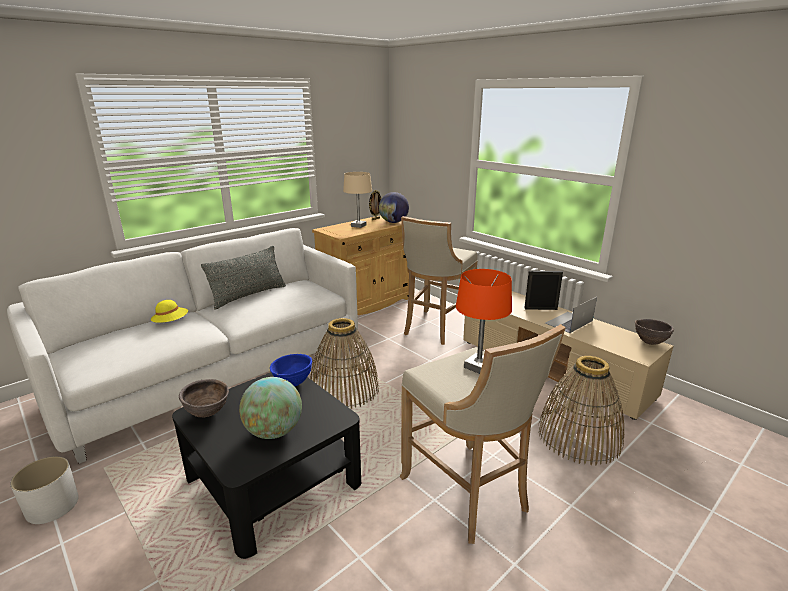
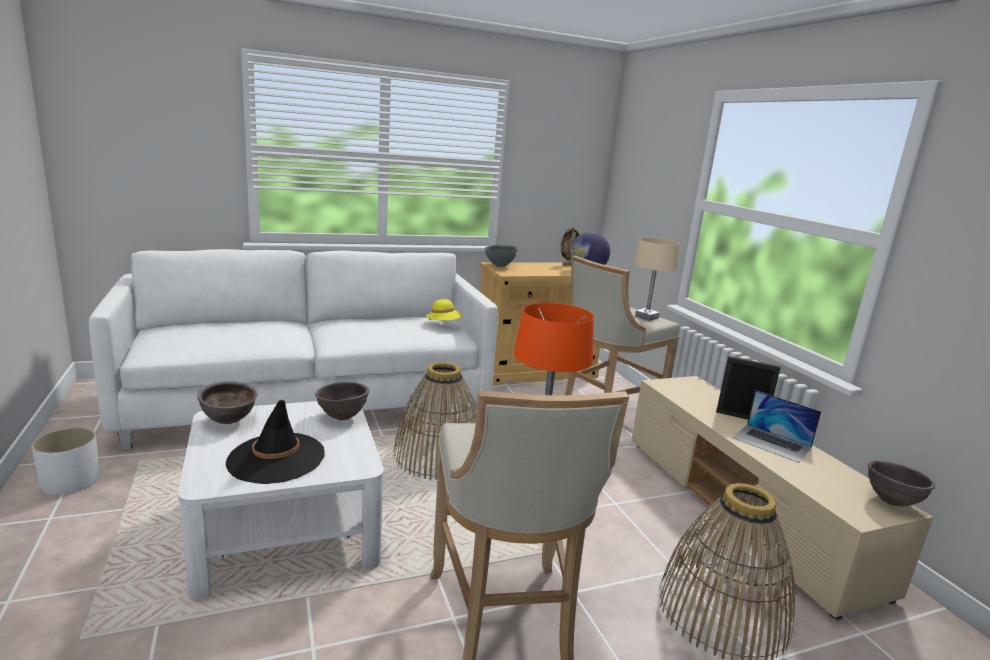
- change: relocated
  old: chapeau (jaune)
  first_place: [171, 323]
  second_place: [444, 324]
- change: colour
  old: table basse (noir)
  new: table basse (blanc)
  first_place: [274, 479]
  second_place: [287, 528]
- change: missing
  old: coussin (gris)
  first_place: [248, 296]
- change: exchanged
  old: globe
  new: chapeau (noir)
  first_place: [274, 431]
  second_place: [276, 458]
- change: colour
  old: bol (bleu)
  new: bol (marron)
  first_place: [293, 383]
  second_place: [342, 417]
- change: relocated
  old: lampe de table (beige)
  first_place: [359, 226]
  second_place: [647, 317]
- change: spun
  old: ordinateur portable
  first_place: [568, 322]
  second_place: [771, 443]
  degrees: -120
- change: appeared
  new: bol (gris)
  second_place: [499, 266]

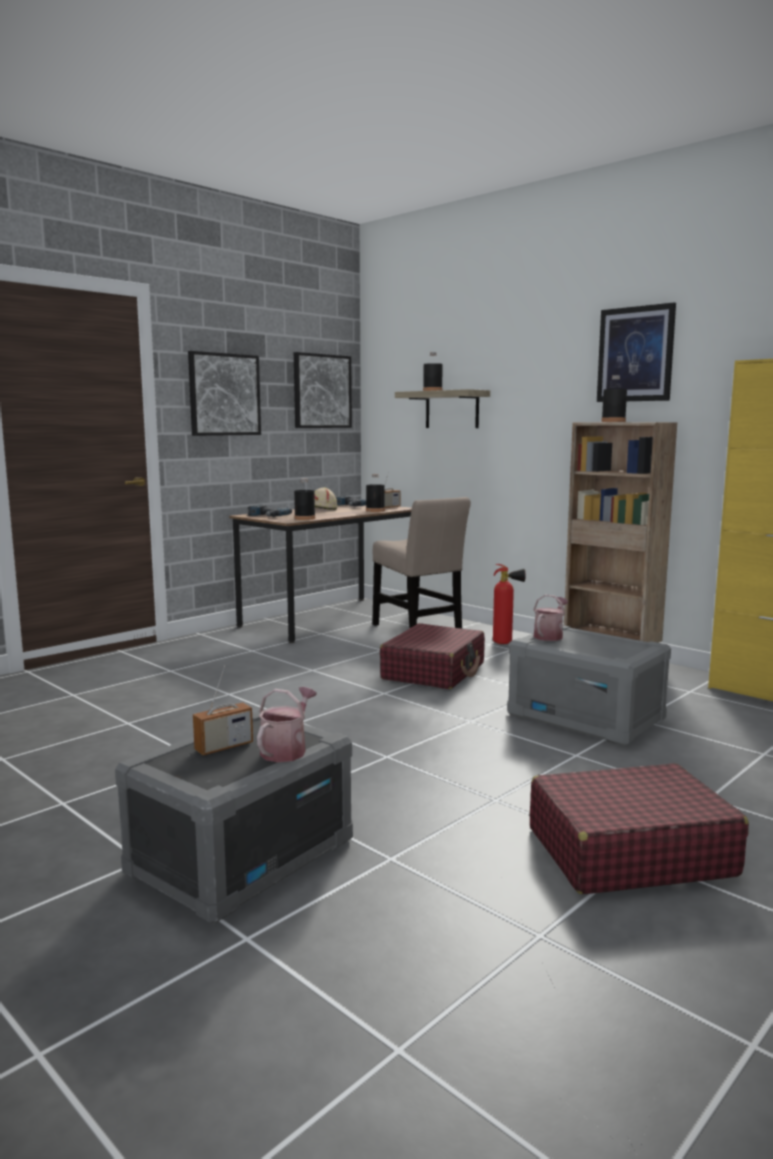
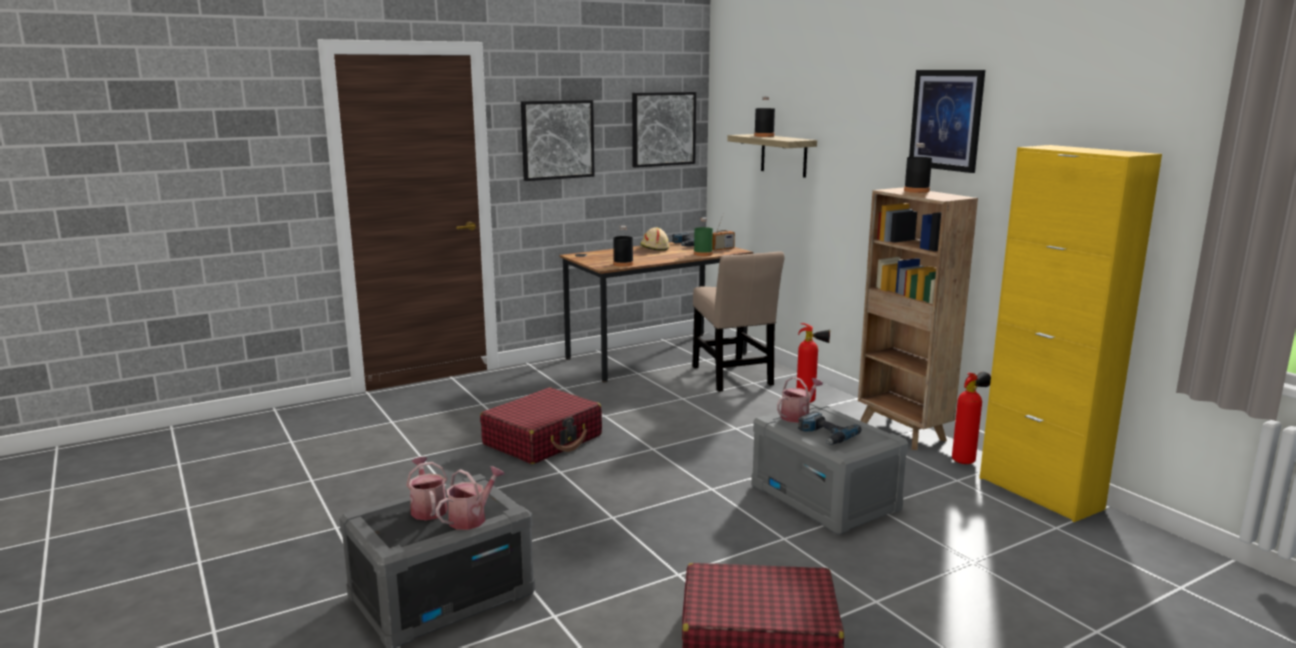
- change: exchanged
  old: radio
  new: arrosoir
  first_place: [224, 747]
  second_place: [428, 508]
- change: relocated
  old: perceuse
  first_place: [266, 516]
  second_place: [824, 435]
- change: colour
  old: bouteille (noir)
  new: bouteille (vert)
  first_place: [375, 510]
  second_place: [703, 254]
- change: relocated
  old: valise (rouge)
  first_place: [434, 671]
  second_place: [543, 440]
- change: appeared
  new: extincteur
  second_place: [966, 460]

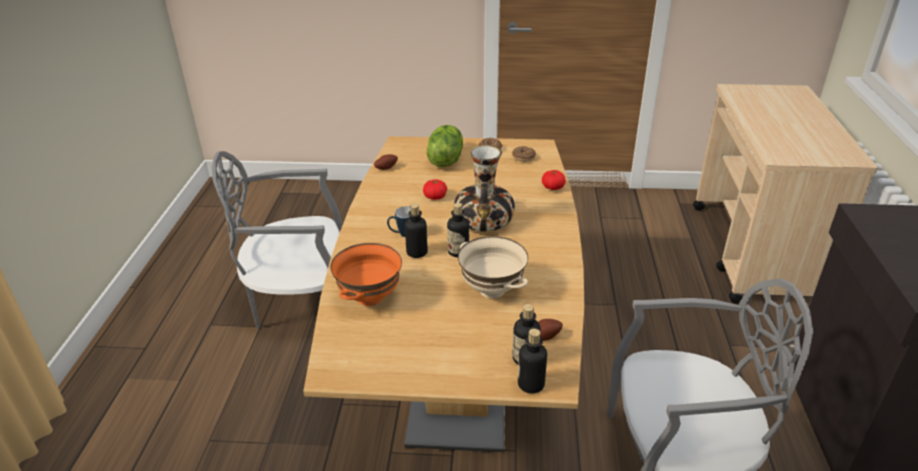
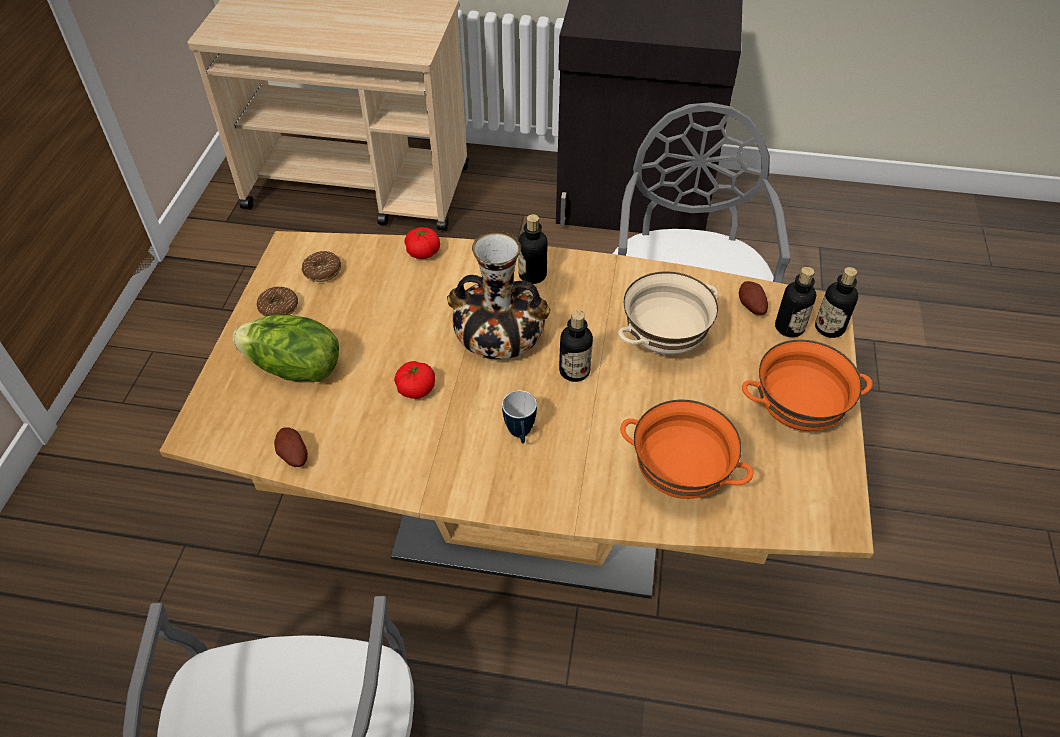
- change: relocated
  old: bouteille
  first_place: [417, 252]
  second_place: [532, 275]
- change: appeared
  new: bol (orange)
  second_place: [795, 416]

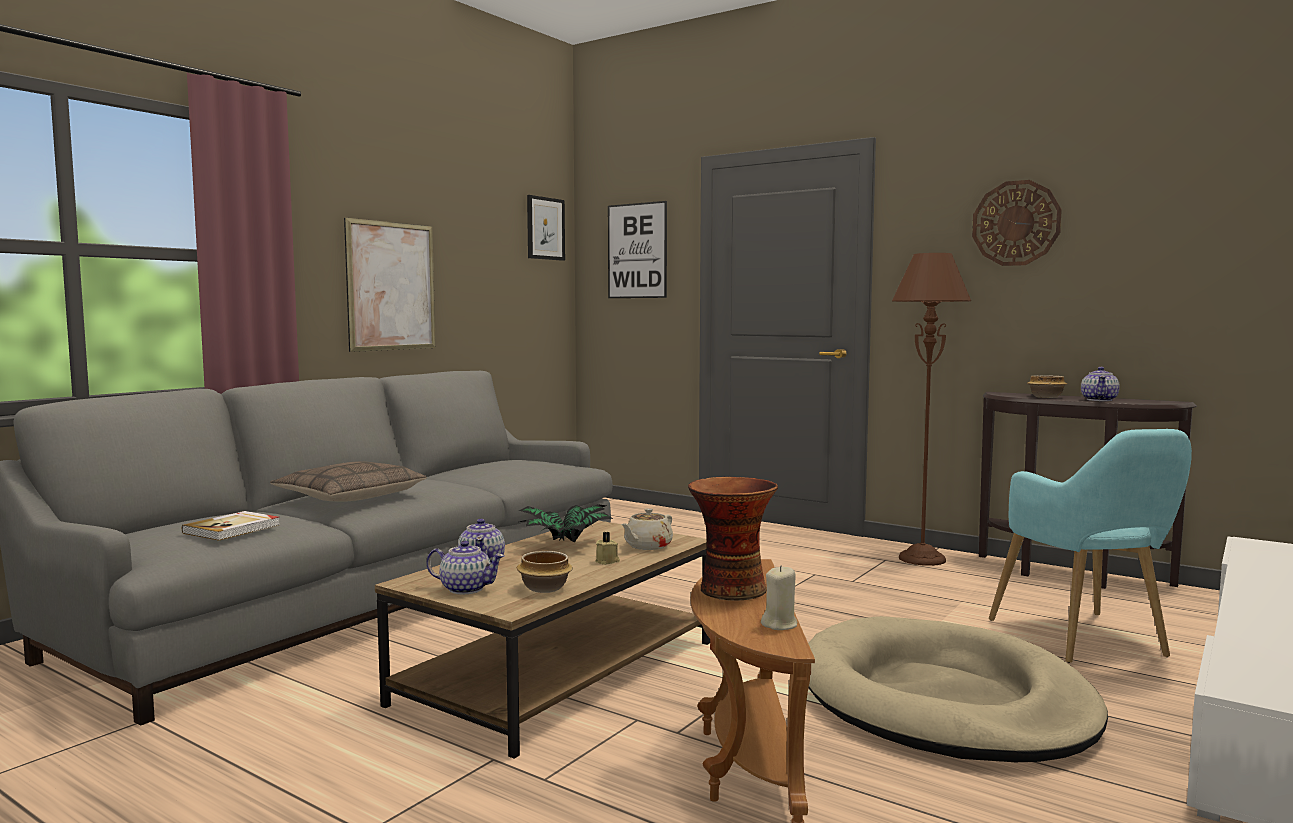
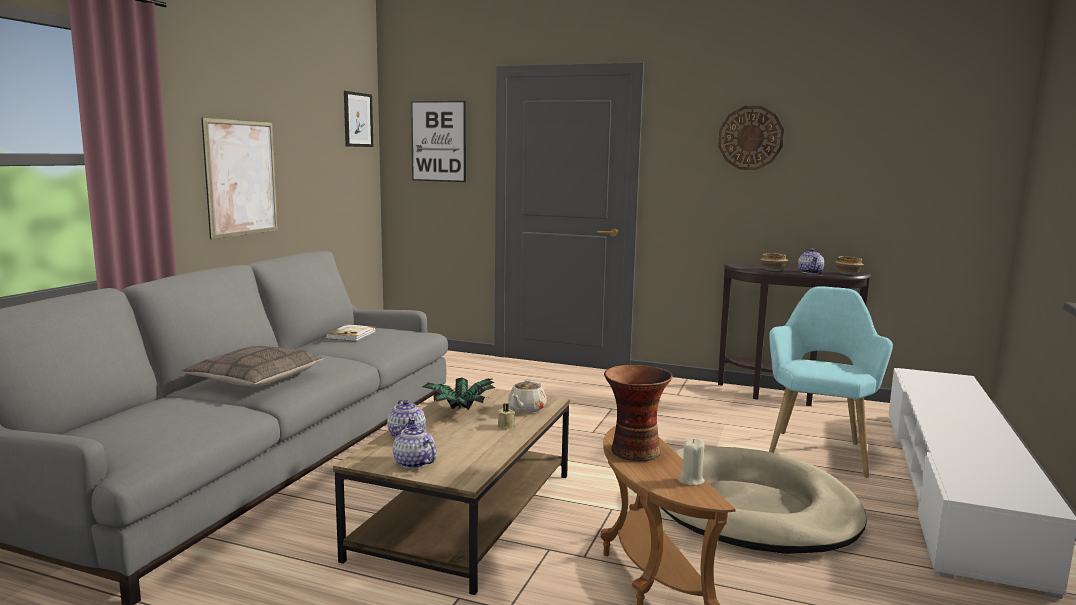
- change: relocated
  old: livre
  first_place: [233, 529]
  second_place: [352, 335]
- change: spun
  old: théière
  first_place: [465, 589]
  second_place: [414, 463]
  degrees: -135
- change: relocated
  old: bol
  first_place: [544, 588]
  second_place: [847, 273]
- change: missing
  old: lampadaire (marron)
  first_place: [922, 559]
- change: spun
  old: fauteuil (turquoise)
  first_place: [1085, 641]
  second_place: [818, 450]
  degrees: -135

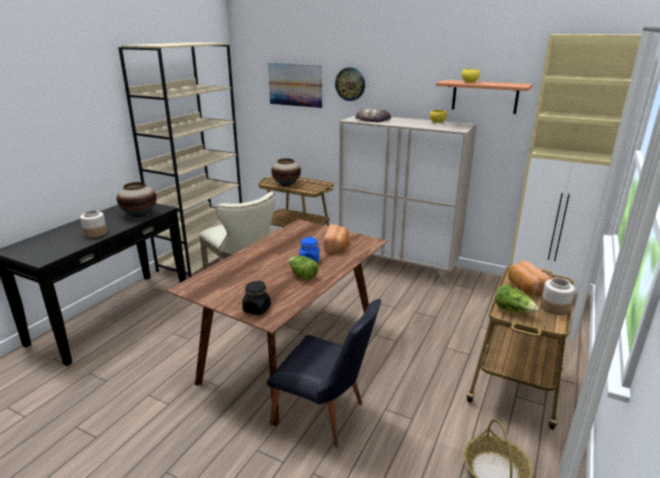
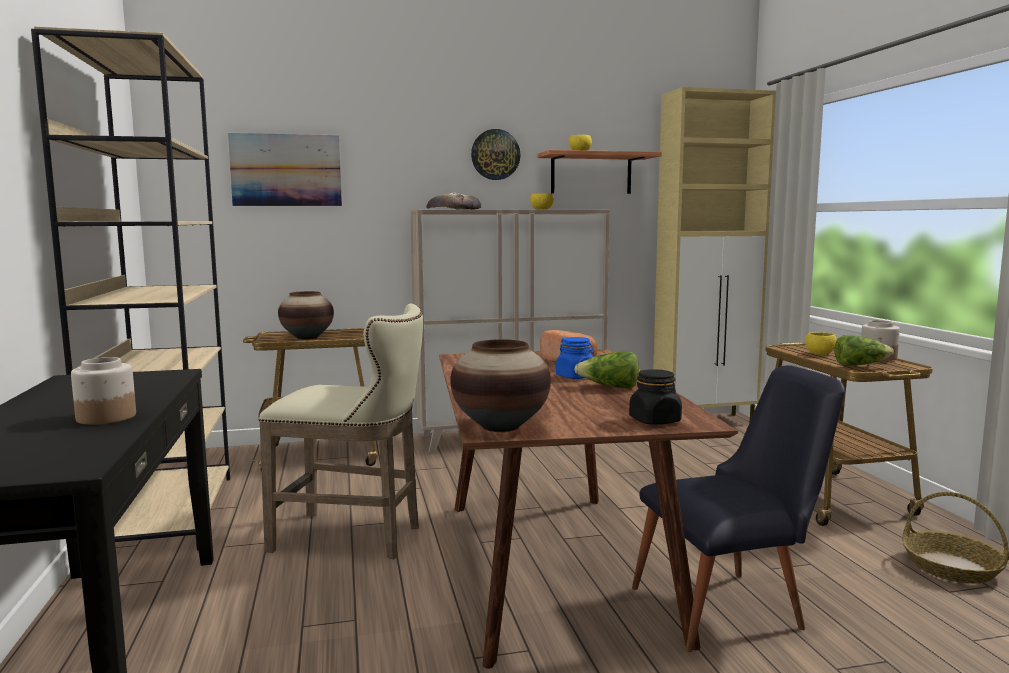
- change: relocated
  old: vase
  first_place: [139, 215]
  second_place: [501, 427]
- change: relocated
  old: horloge murale
  first_place: [350, 84]
  second_place: [495, 154]
- change: exchanged
  old: pain
  new: bol (jaune)
  first_place: [525, 288]
  second_place: [820, 354]

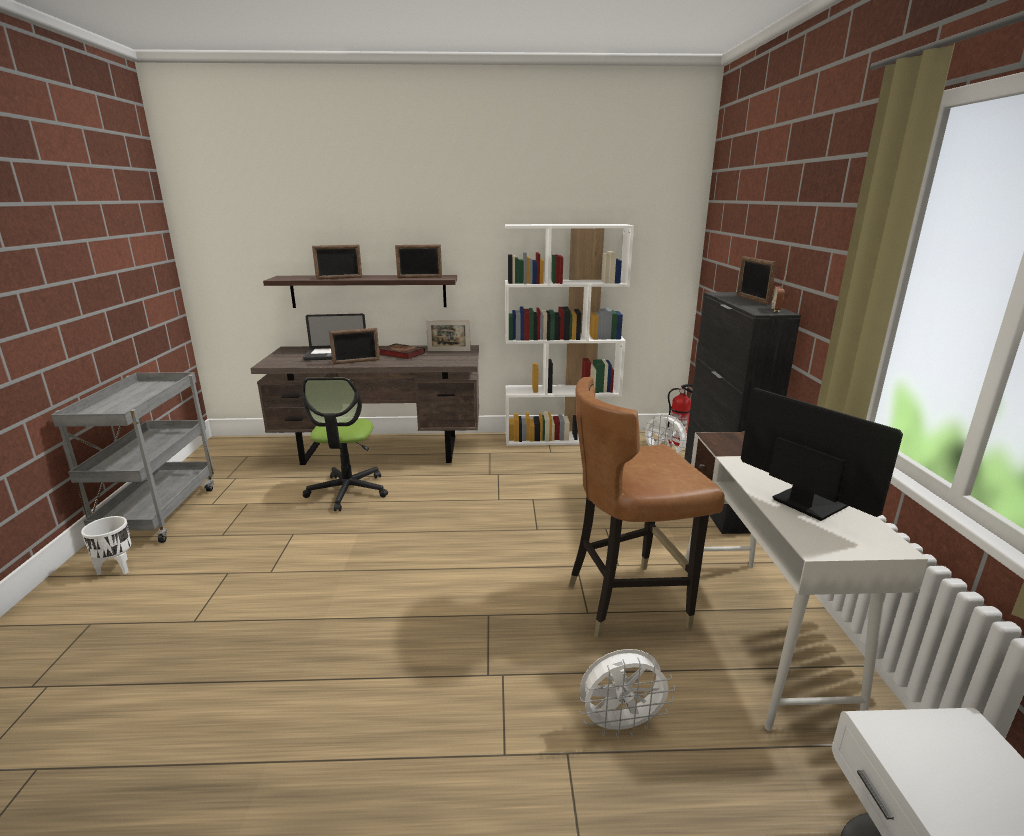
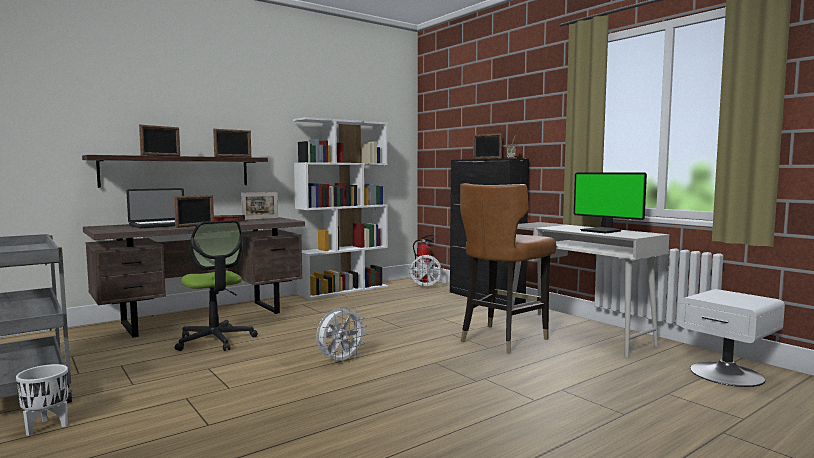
- change: relocated
  old: ventilateur (blanc)
  first_place: [620, 725]
  second_place: [340, 361]
- change: spun
  old: écran d'ordinateur
  first_place: [807, 503]
  second_place: [602, 231]
  degrees: -150

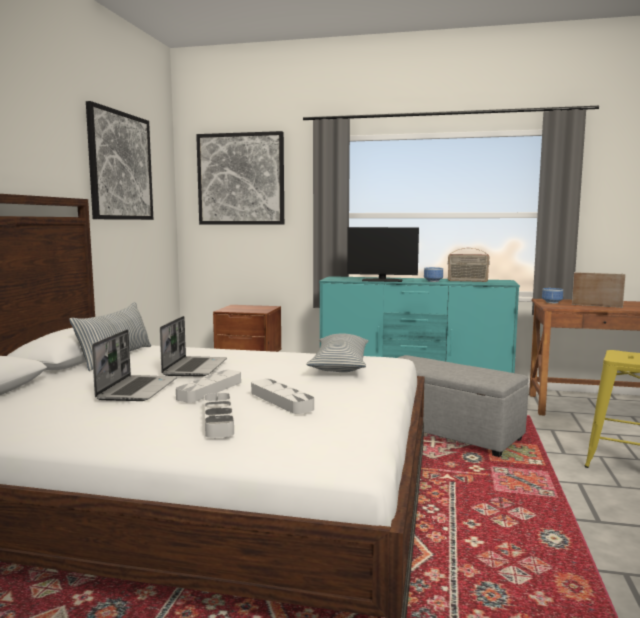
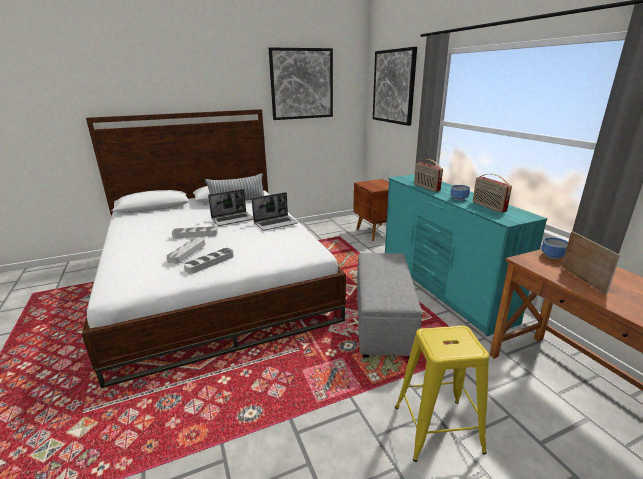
- change: relocated
  old: ordinateur portable
  first_place: [137, 389]
  second_place: [276, 223]
- change: relocated
  old: plateau (gris)
  first_place: [218, 419]
  second_place: [210, 263]
- change: missing
  old: coussin
  first_place: [340, 364]
- change: exchanged
  old: écran d'ordinateur
  new: radio
  first_place: [382, 280]
  second_place: [426, 187]

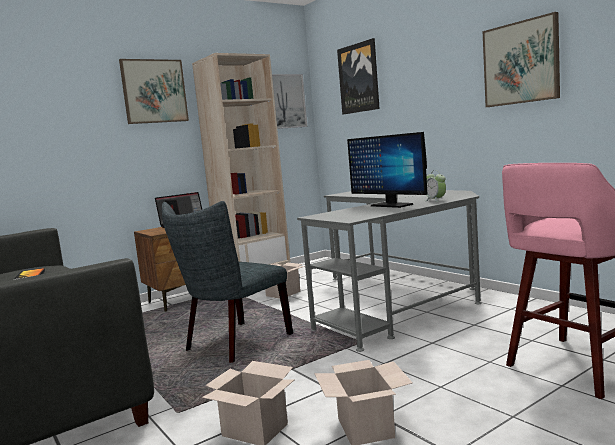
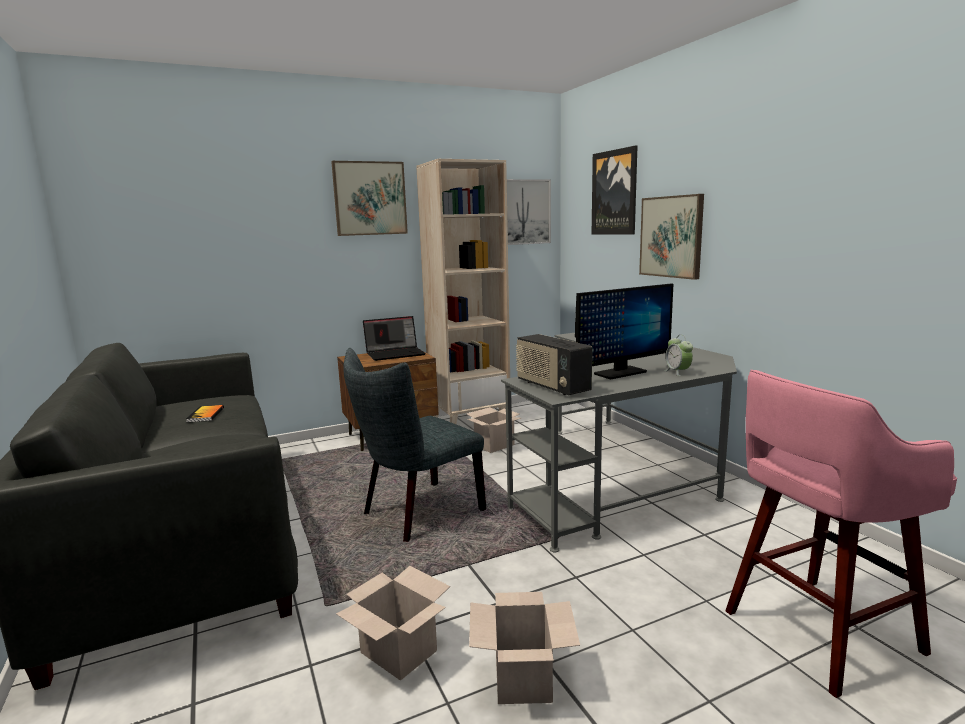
- change: spun
  old: écran d'ordinateur
  first_place: [391, 205]
  second_place: [620, 373]
  degrees: -90
- change: relocated
  old: tableau
  first_place: [521, 63]
  second_place: [671, 236]
- change: appeared
  new: radio
  second_place: [551, 387]

